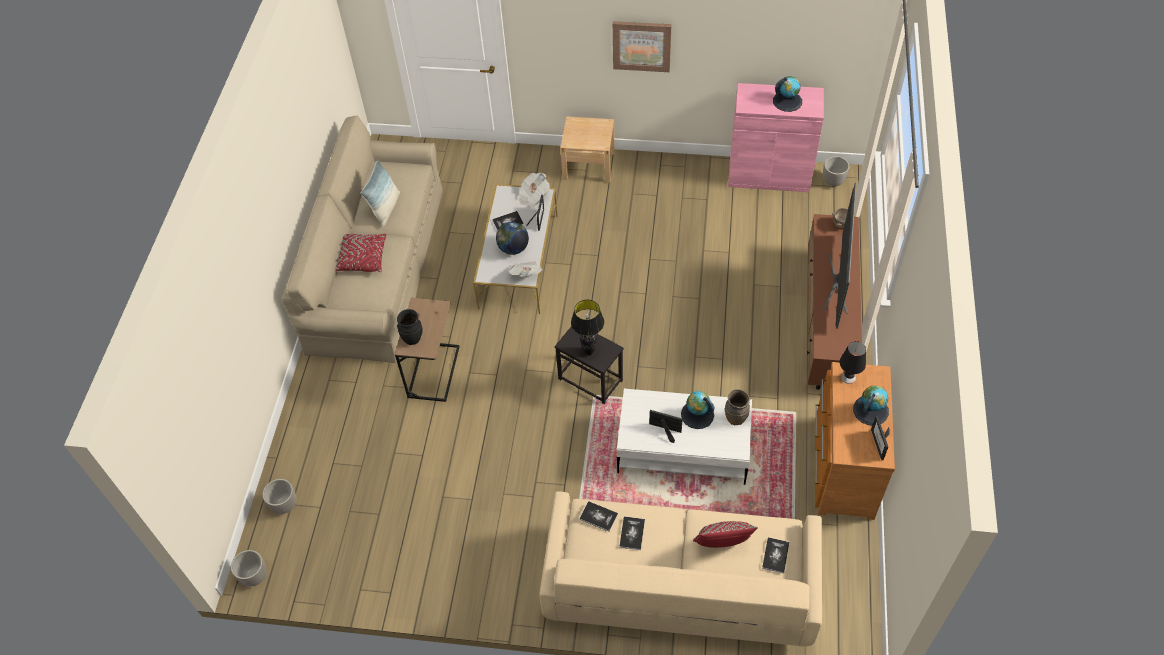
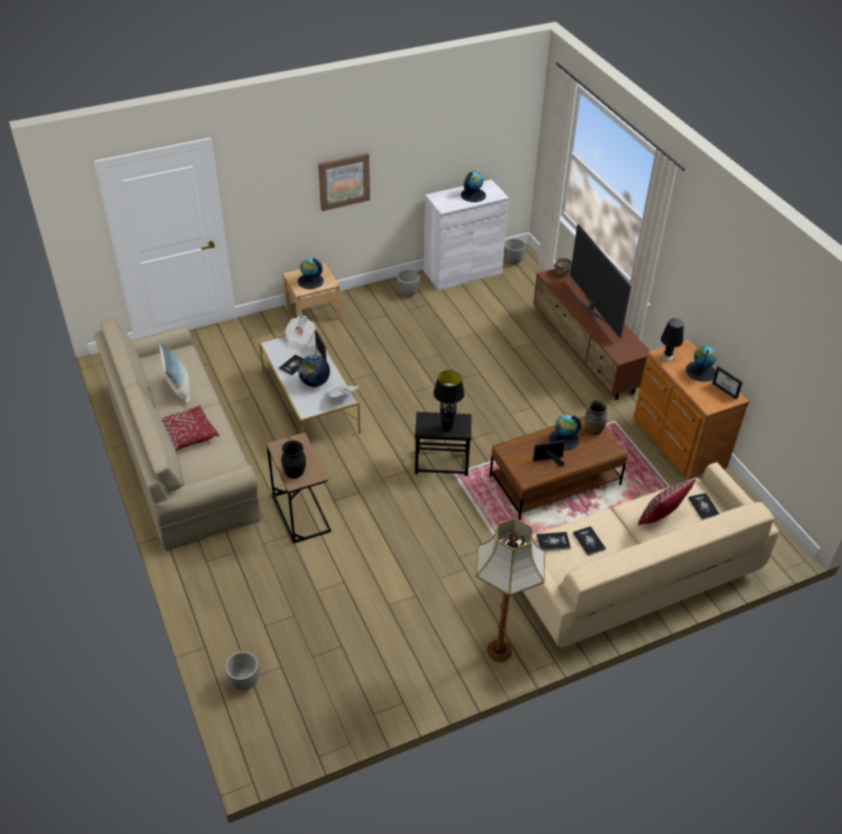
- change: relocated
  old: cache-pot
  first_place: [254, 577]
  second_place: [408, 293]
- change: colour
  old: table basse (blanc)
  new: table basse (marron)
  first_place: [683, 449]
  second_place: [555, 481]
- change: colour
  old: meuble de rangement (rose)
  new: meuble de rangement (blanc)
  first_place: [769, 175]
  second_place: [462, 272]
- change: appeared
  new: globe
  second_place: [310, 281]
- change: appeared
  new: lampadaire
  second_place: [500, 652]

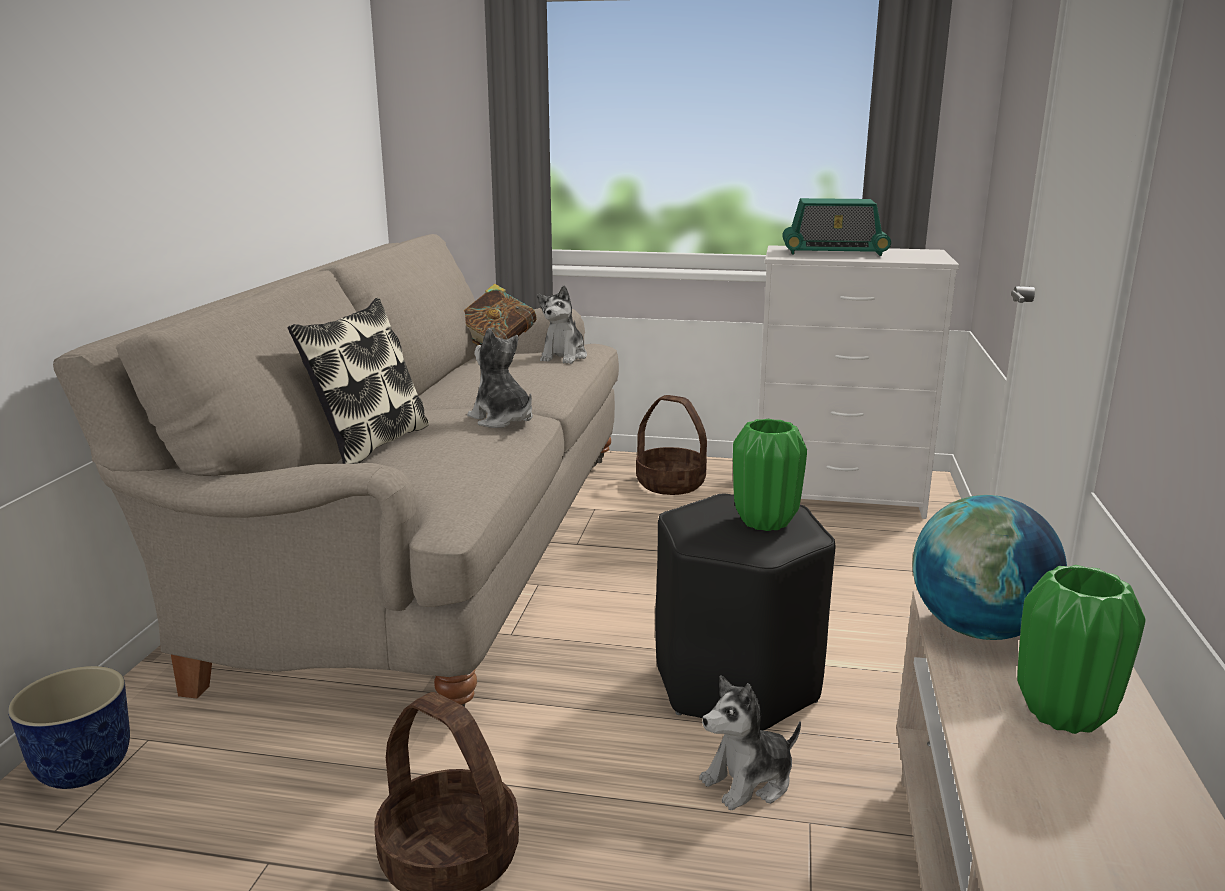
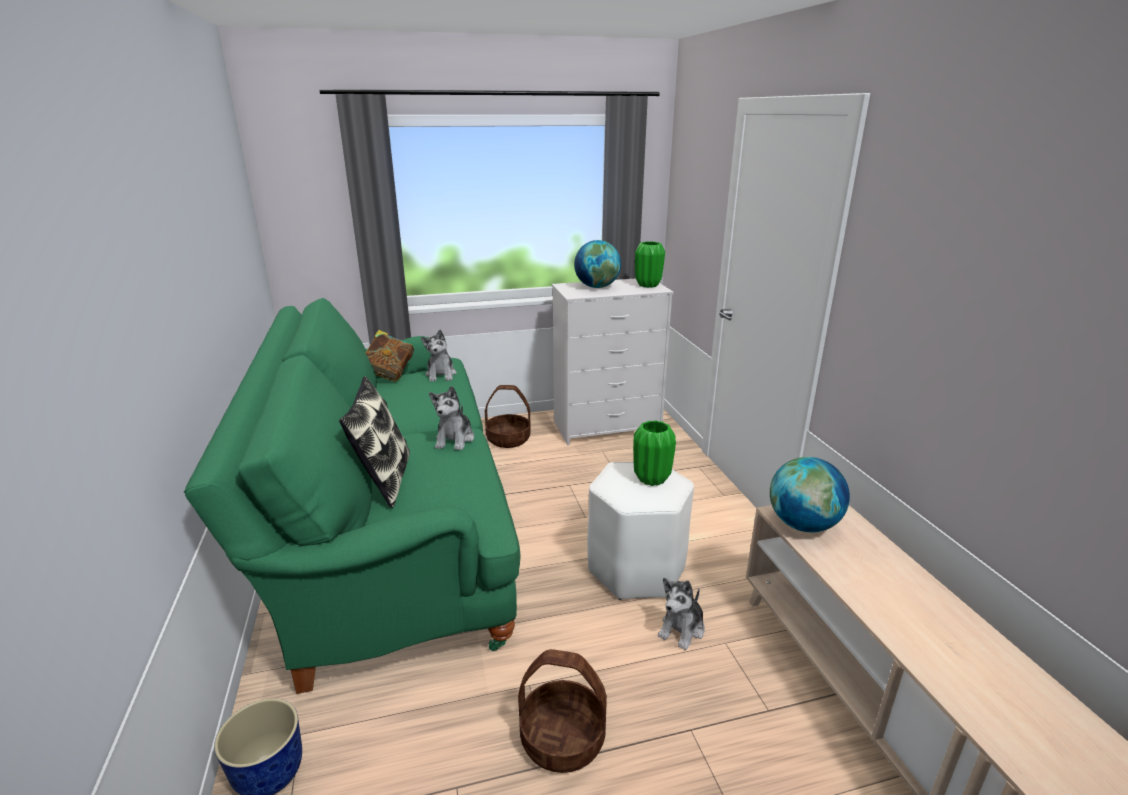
- change: colour
  old: canapé (beige)
  new: canapé (vert)
  first_place: [430, 553]
  second_place: [391, 528]
- change: spun
  old: peluche
  first_place: [502, 419]
  second_place: [455, 439]
  degrees: -105
- change: colour
  old: tabouret (noir)
  new: tabouret (blanc)
  first_place: [736, 683]
  second_place: [636, 569]
- change: exchanged
  old: radio
  new: globe
  first_place: [834, 252]
  second_place: [597, 287]
- change: relocated
  old: vase (vert)
  first_place: [1065, 714]
  second_place: [648, 285]

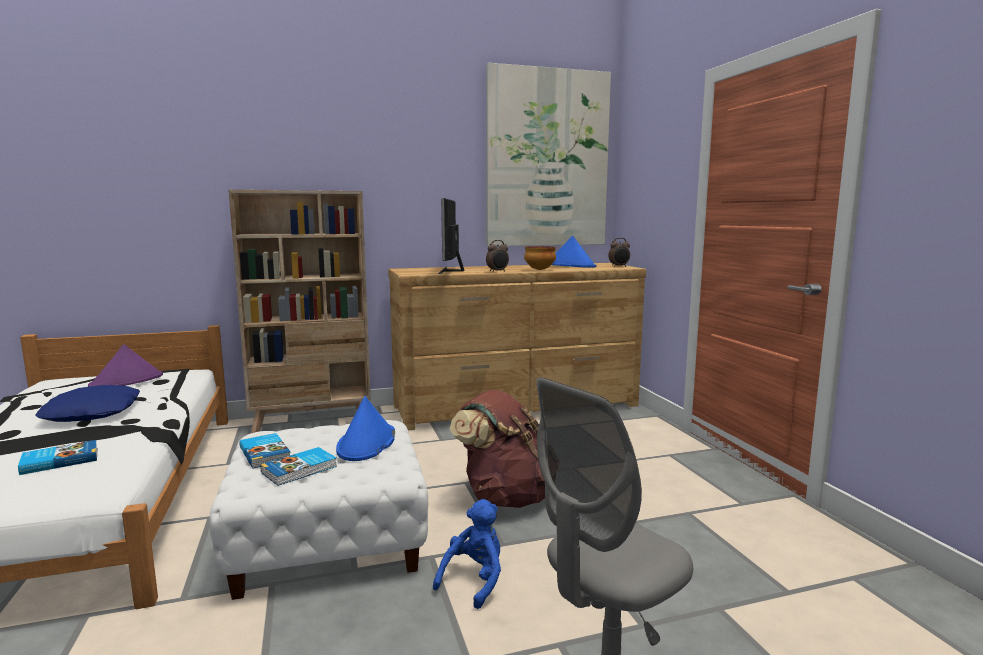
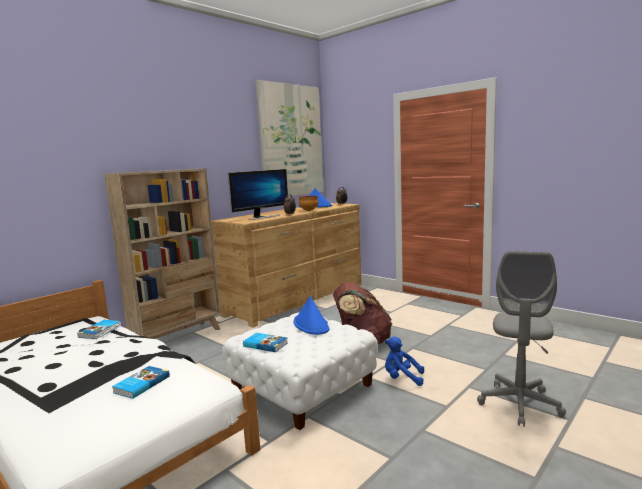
- change: missing
  old: coussin (bleu)
  first_place: [93, 413]
- change: missing
  old: chapeau (violet)
  first_place: [127, 381]
- change: relocated
  old: livre
  first_place: [300, 469]
  second_place: [101, 331]
- change: spun
  old: peluche (bleu)
  first_place: [474, 580]
  second_place: [402, 378]
  degrees: -75
- change: spun
  old: écran d'ordinateur
  first_place: [451, 271]
  second_place: [261, 217]
  degrees: -105

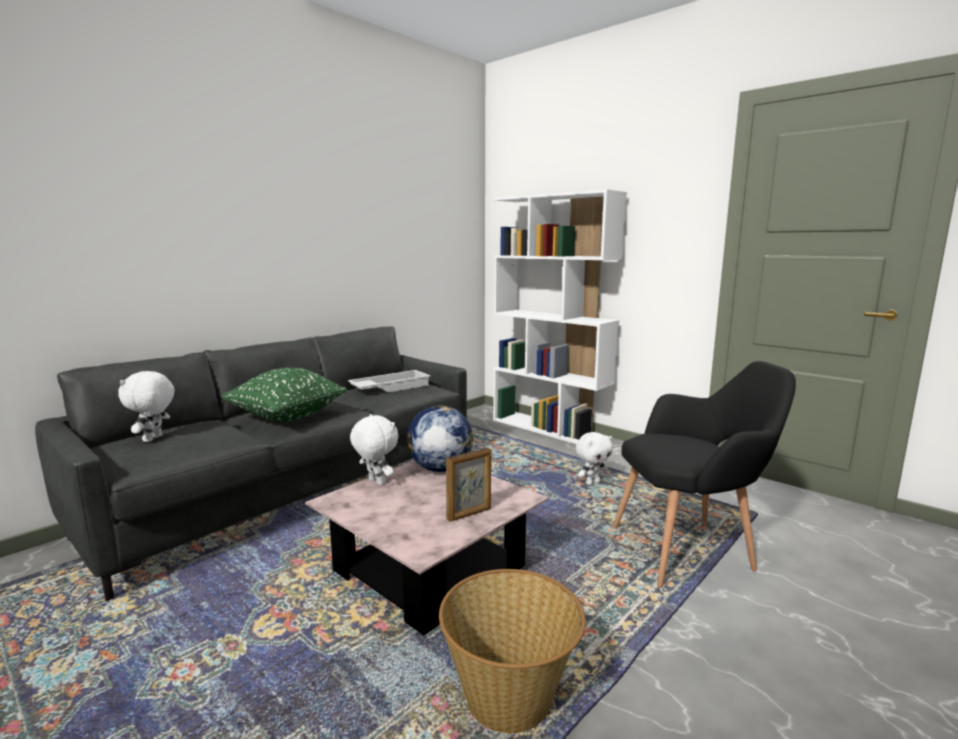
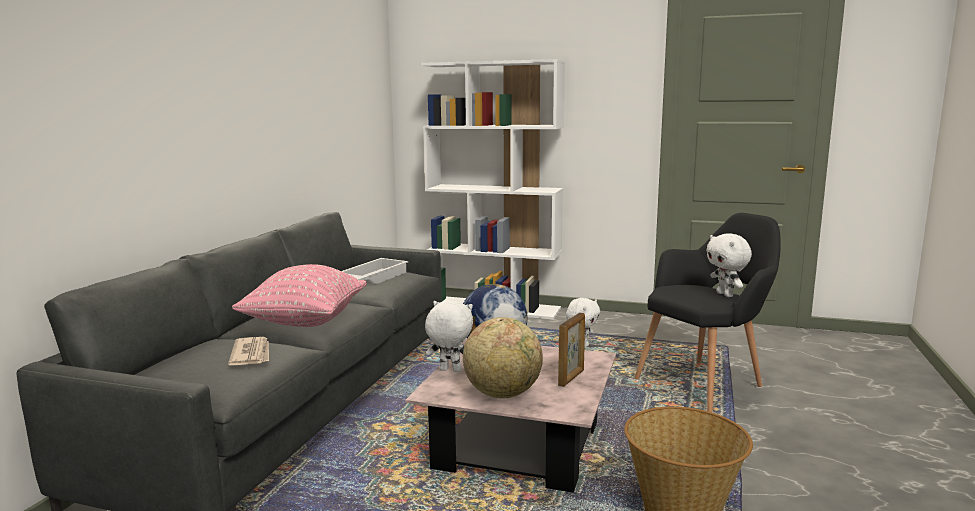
- change: relocated
  old: peluche (blanc)
  first_place: [154, 439]
  second_place: [725, 294]
- change: colour
  old: coussin (vert)
  new: coussin (rose)
  first_place: [287, 416]
  second_place: [305, 322]
- change: appeared
  new: journal
  second_place: [252, 354]
- change: appeared
  new: globe
  second_place: [503, 394]

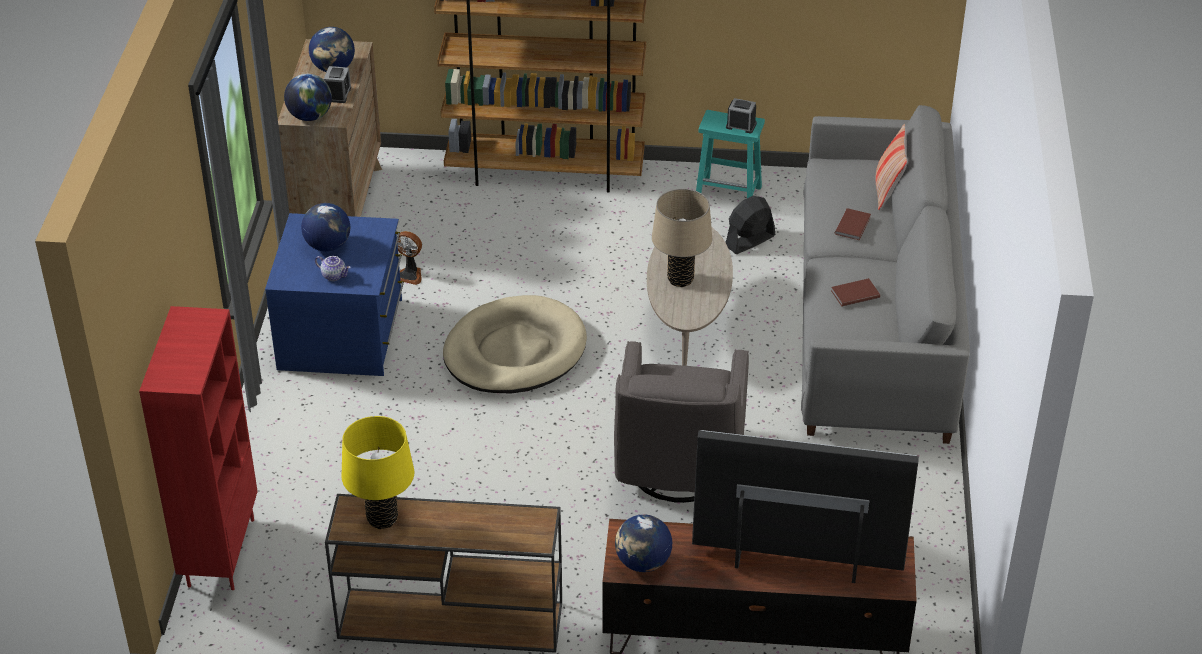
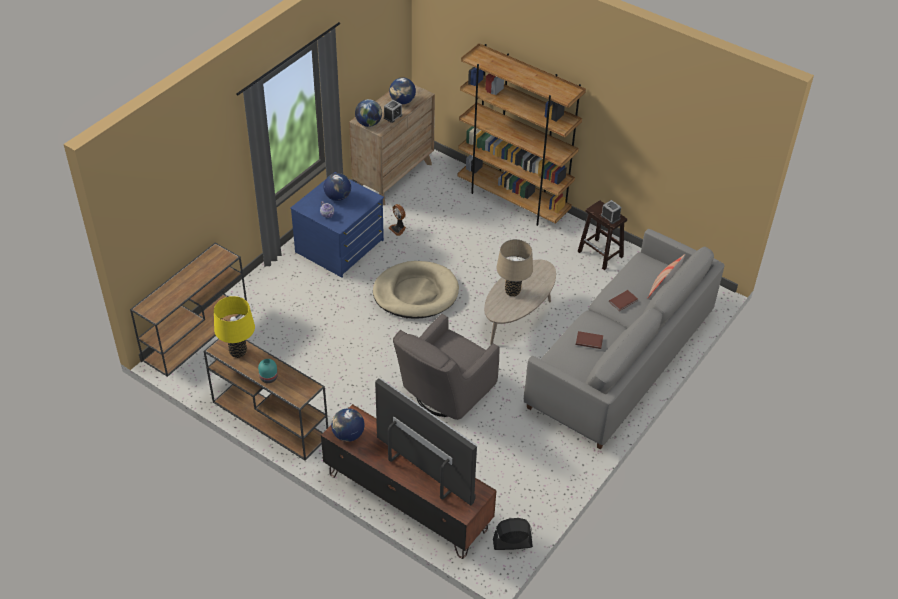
- change: exchanged
  old: bibliothèque (rouge)
  new: table console (marron)
  first_place: [220, 552]
  second_place: [196, 333]
- change: colour
  old: tabouret (turquoise)
  new: tabouret (marron)
  first_place: [729, 195]
  second_place: [601, 254]
- change: relocated
  old: ventilateur (noir)
  first_place: [749, 241]
  second_place: [512, 543]
- change: appeared
  new: vase (turquoise)
  second_place: [268, 378]

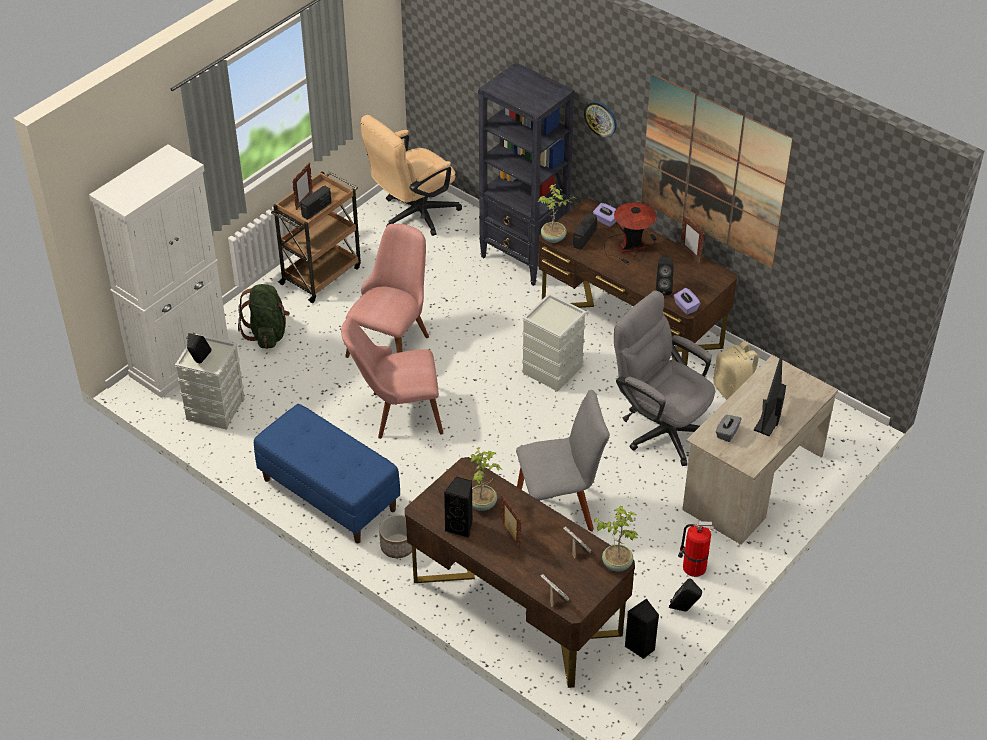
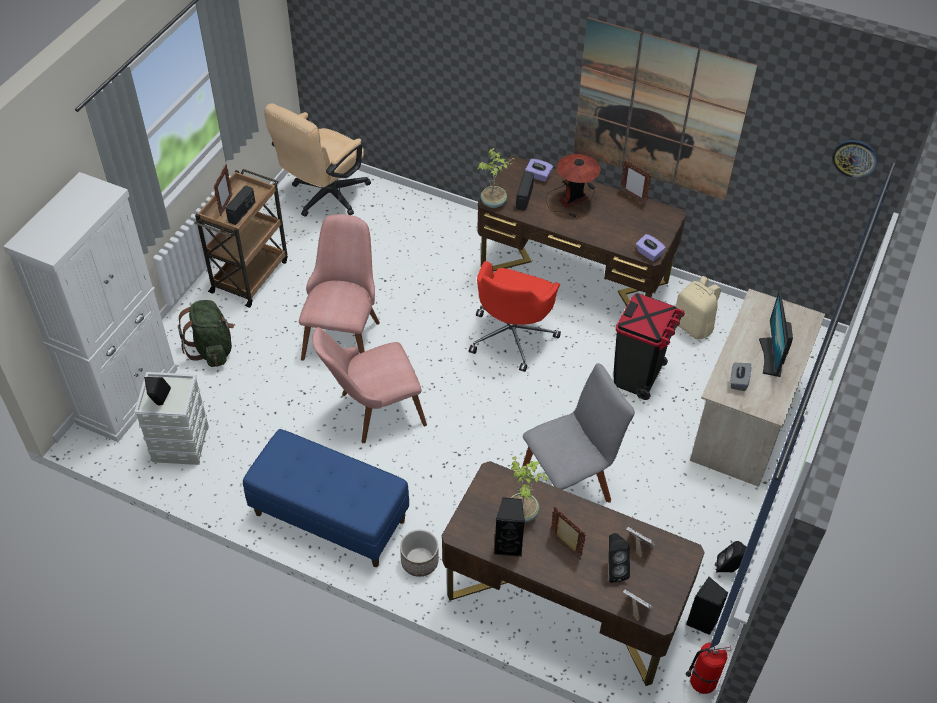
- change: missing
  old: bibliothèque (noir)
  first_place: [524, 258]
- change: exchanged
  old: boîte de rangement (gris)
  new: chaise de bureau (rouge)
  first_place: [551, 370]
  second_place: [512, 335]
- change: relocated
  old: horloge murale
  first_place: [601, 118]
  second_place: [855, 158]
- change: missing
  old: plante en pot
  first_place: [617, 563]
- change: exchanged
  old: chaise de bureau (gris)
  new: poubelle (noir)
  first_place: [660, 427]
  second_place: [638, 376]
- change: relocated
  old: enceinte (noir)
  first_place: [663, 288]
  second_place: [614, 569]
- change: relocated
  old: extincteur
  first_place: [693, 567]
  second_place: [701, 681]

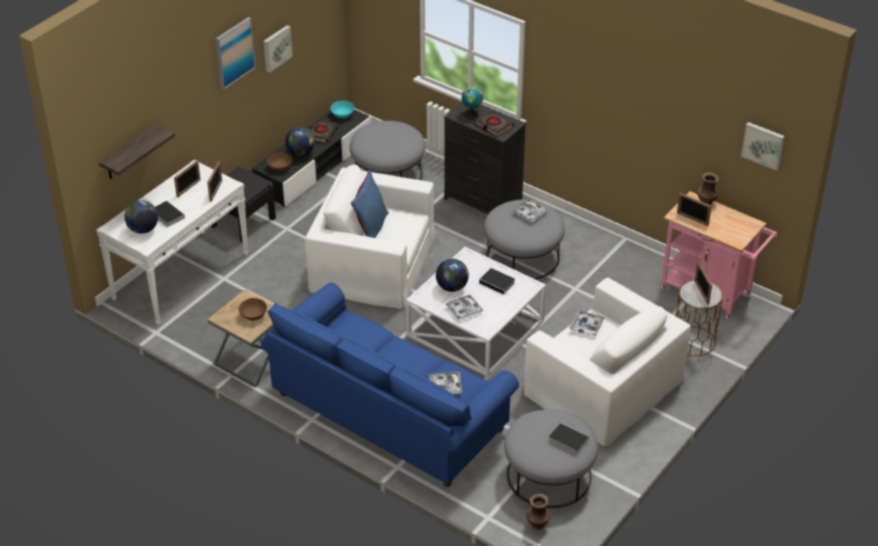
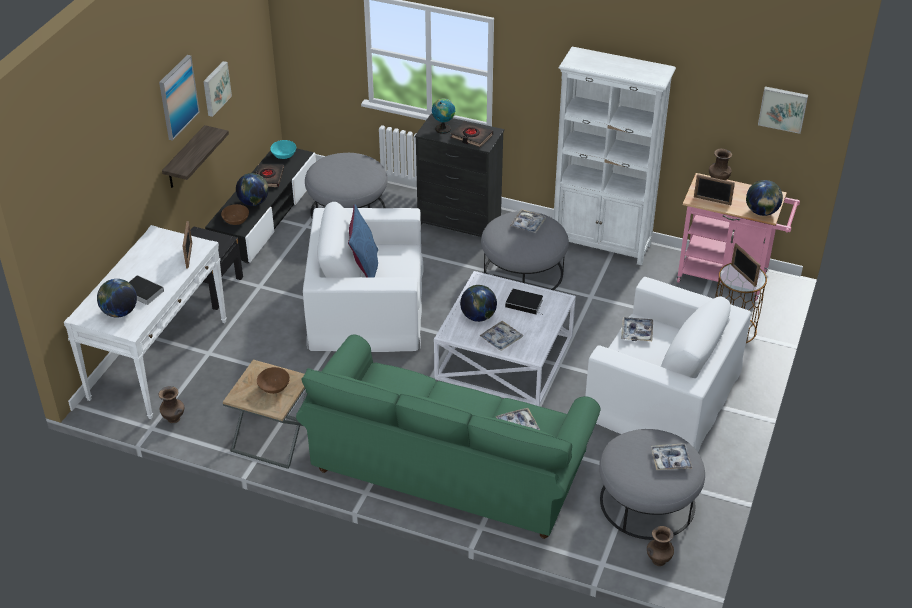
- change: relocated
  old: étagère
  first_place: [129, 153]
  second_place: [185, 158]
- change: missing
  old: cadre photo
  first_place: [188, 188]
- change: colour
  old: canapé (bleu)
  new: canapé (vert)
  first_place: [389, 413]
  second_place: [449, 468]
- change: exchanged
  old: livre
  new: plateau
  first_place: [567, 440]
  second_place: [670, 460]
- change: appeared
  new: vase (marron)
  second_place: [174, 419]
- change: appeared
  new: bibliothèque (blanc)
  second_place: [602, 244]
- change: appeared
  new: globe
  second_place: [761, 212]

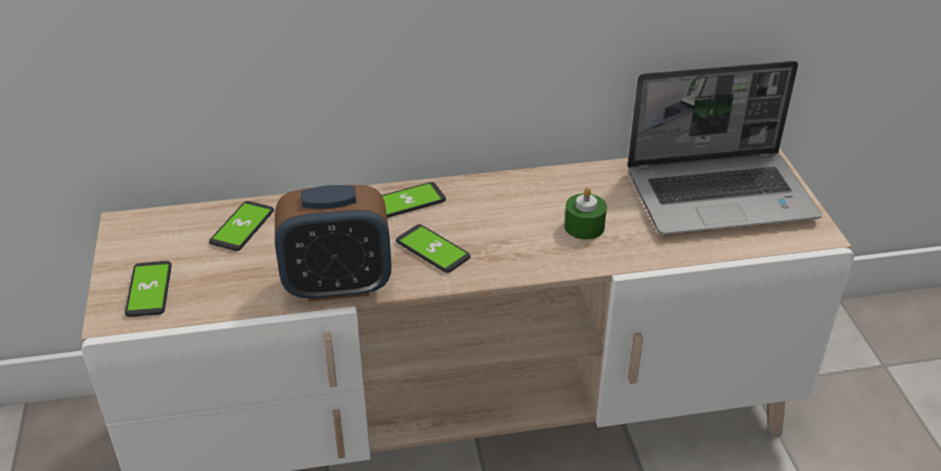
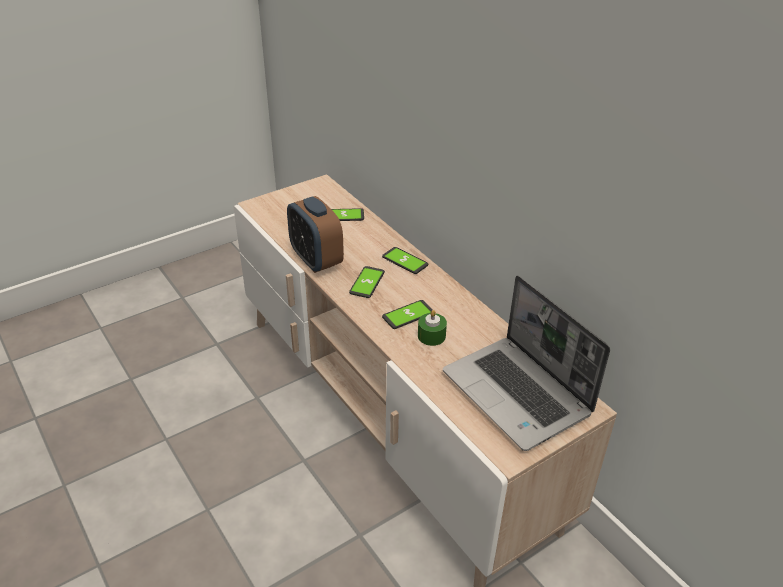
- change: relocated
  old: téléphone
  first_place: [149, 290]
  second_place: [408, 315]

